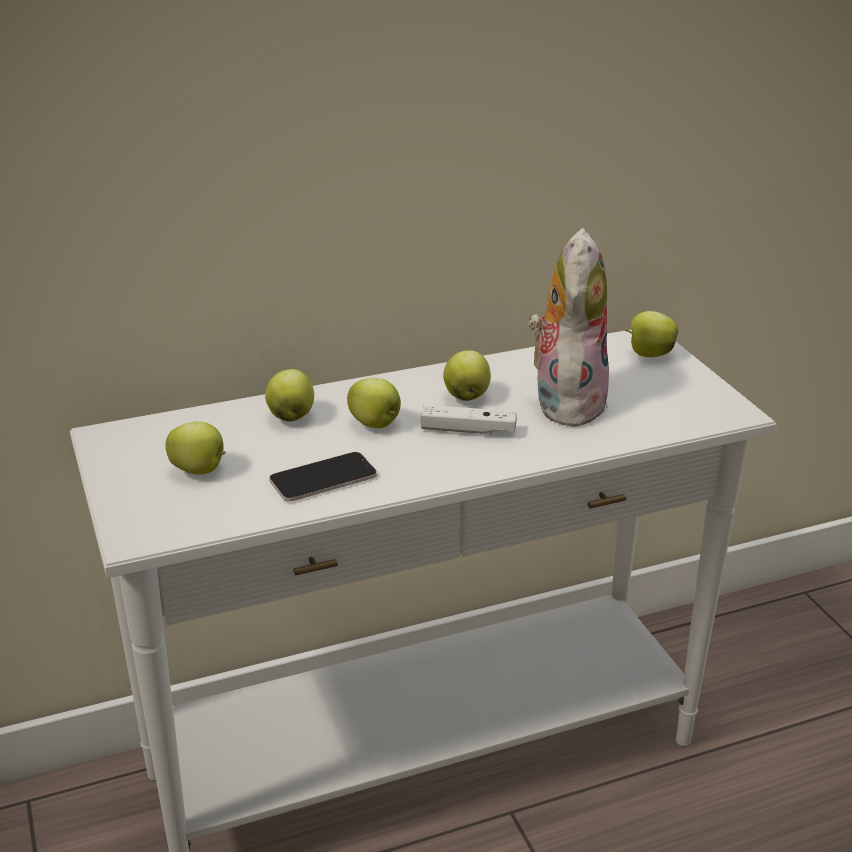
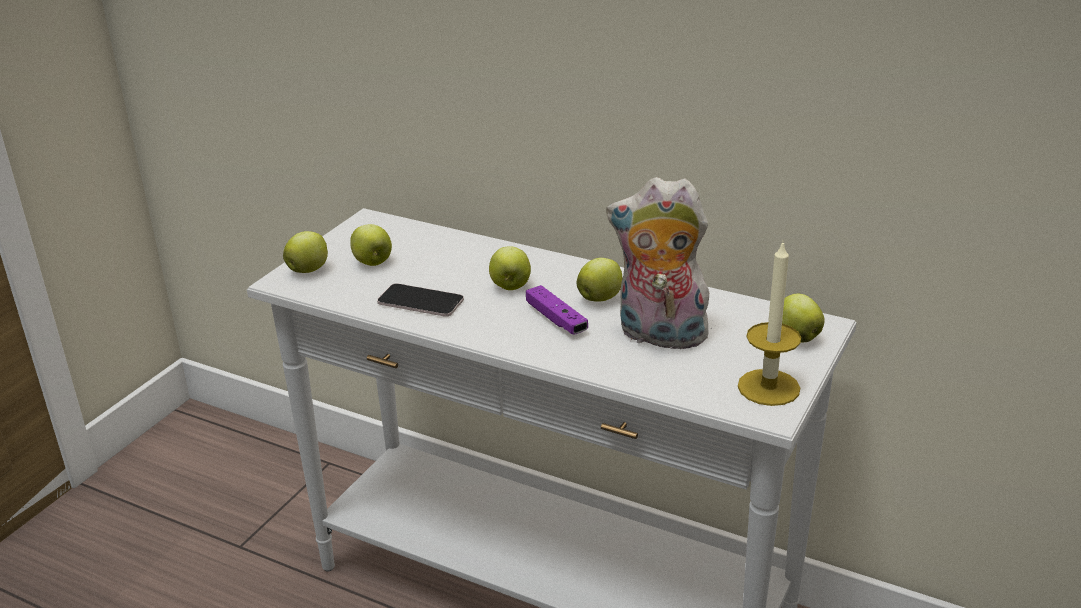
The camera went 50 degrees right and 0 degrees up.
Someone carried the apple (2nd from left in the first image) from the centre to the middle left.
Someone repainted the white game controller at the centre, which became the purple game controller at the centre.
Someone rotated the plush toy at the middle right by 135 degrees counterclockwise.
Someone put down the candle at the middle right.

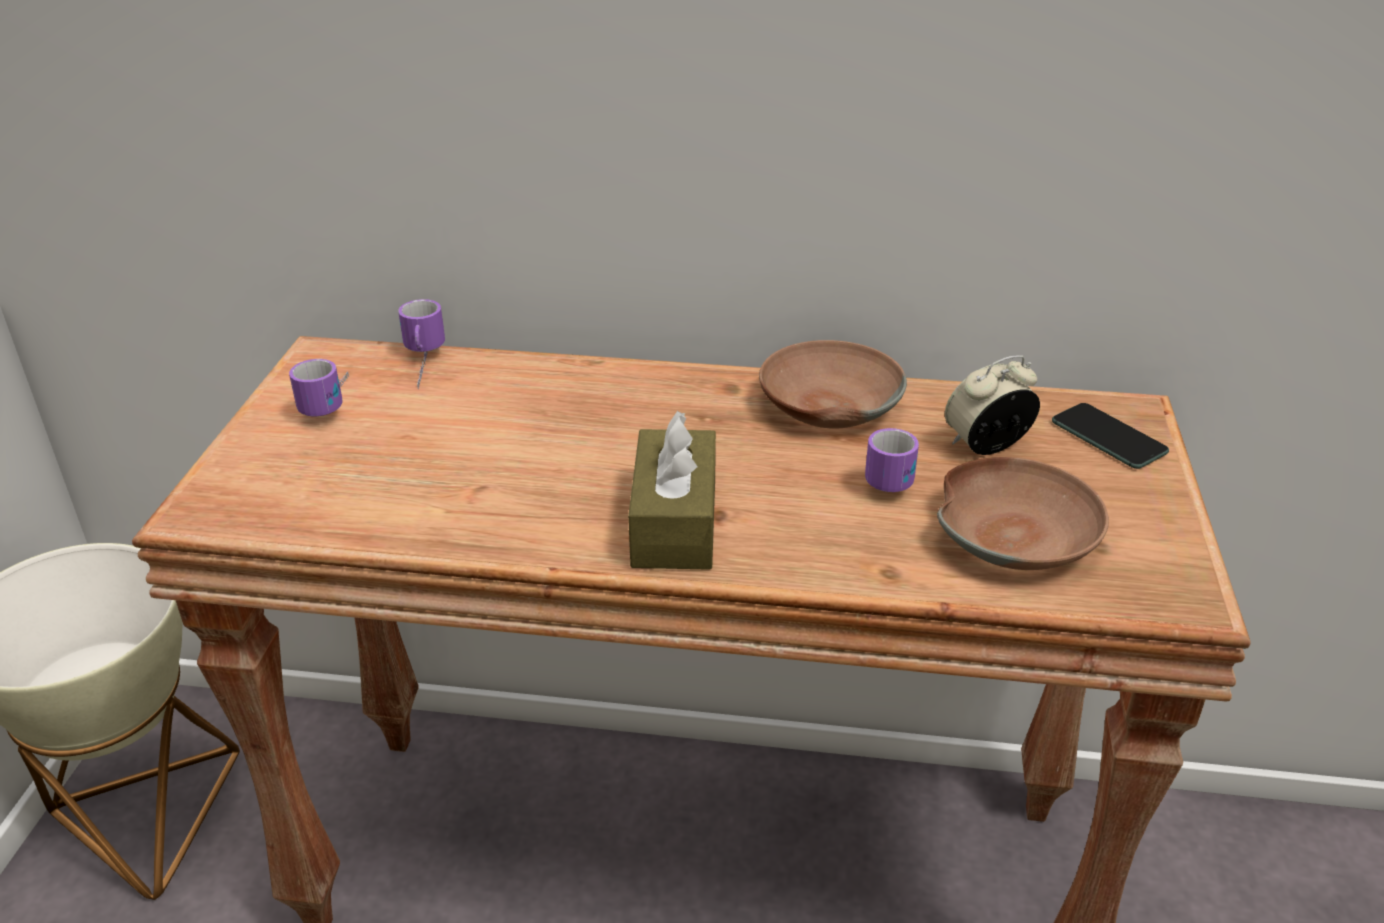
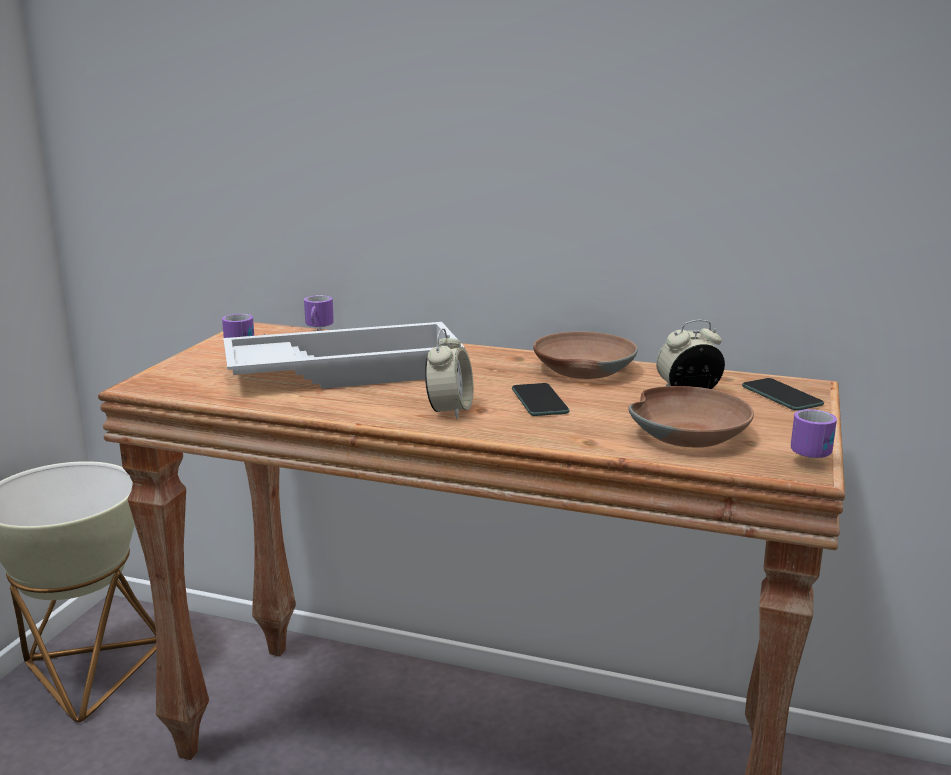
The camera went 10 degrees right and 15 degrees down.
Someone swapped the brown tissue box at the centre for the alarm clock (1st from left) at the centre.
Someone carried the mug (3rd from left) from the centre to the middle right.
Someone put down the white tray at the centre.
Someone put down the phone (1st from left) at the centre.

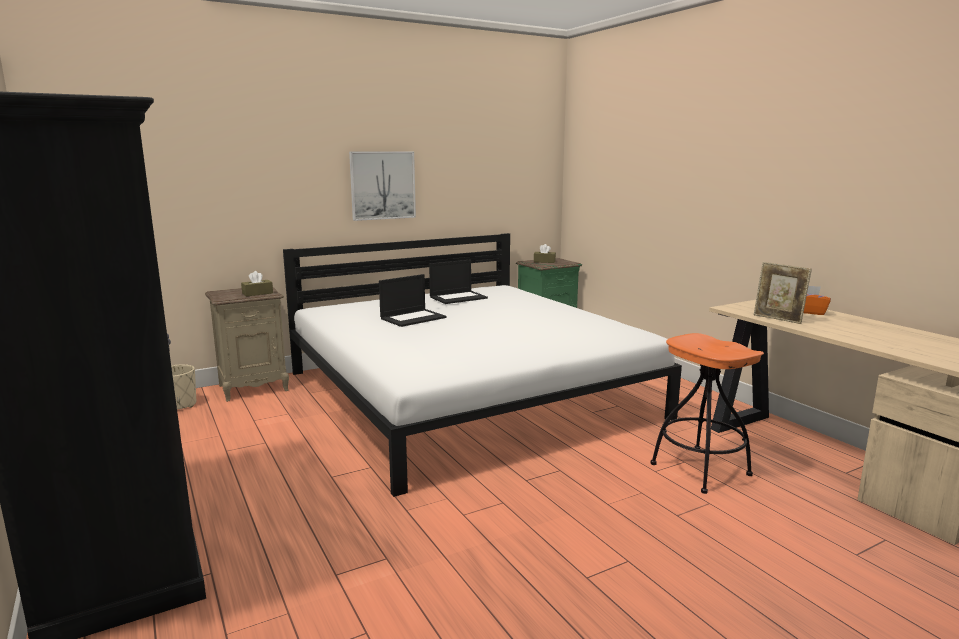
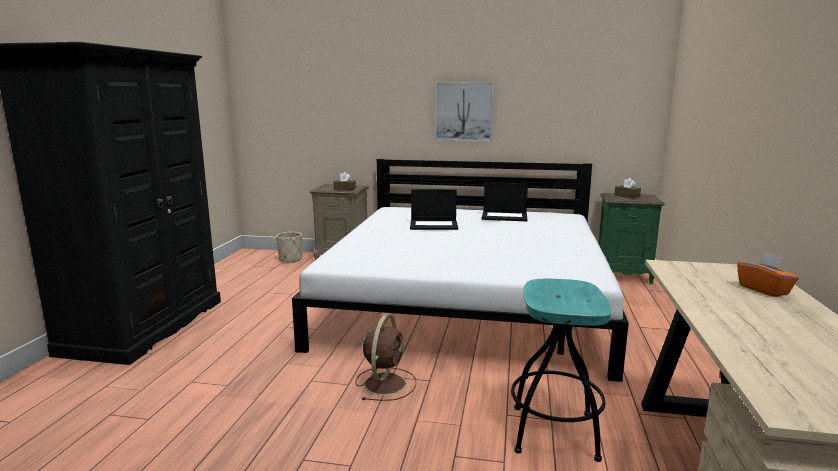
The camera went 40 degrees right and 0 degrees up.
Someone repainted the orange stool at the middle right, which became the turquoise stool at the bottom right.
Someone took away the picture frame at the middle right.
Someone put down the brown fan at the bottom centre.

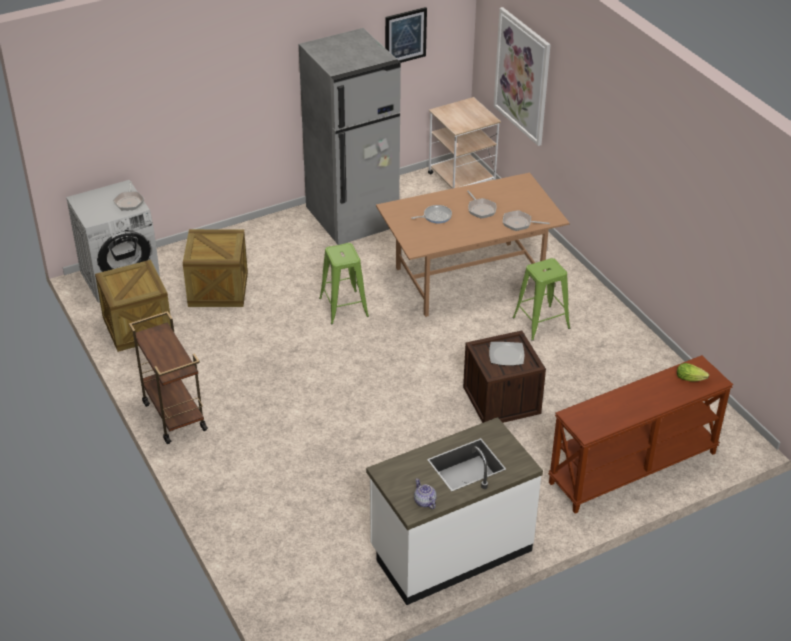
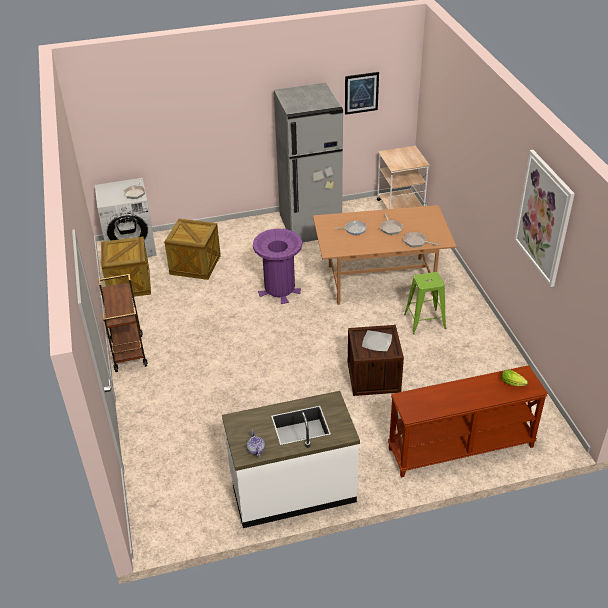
The camera went 15 degrees right and 0 degrees up.
Someone swapped the green stool (1st from left) at the centre for the purple trash can at the centre.
Someone carried the picture (2nd from left) from the top centre to the middle right.

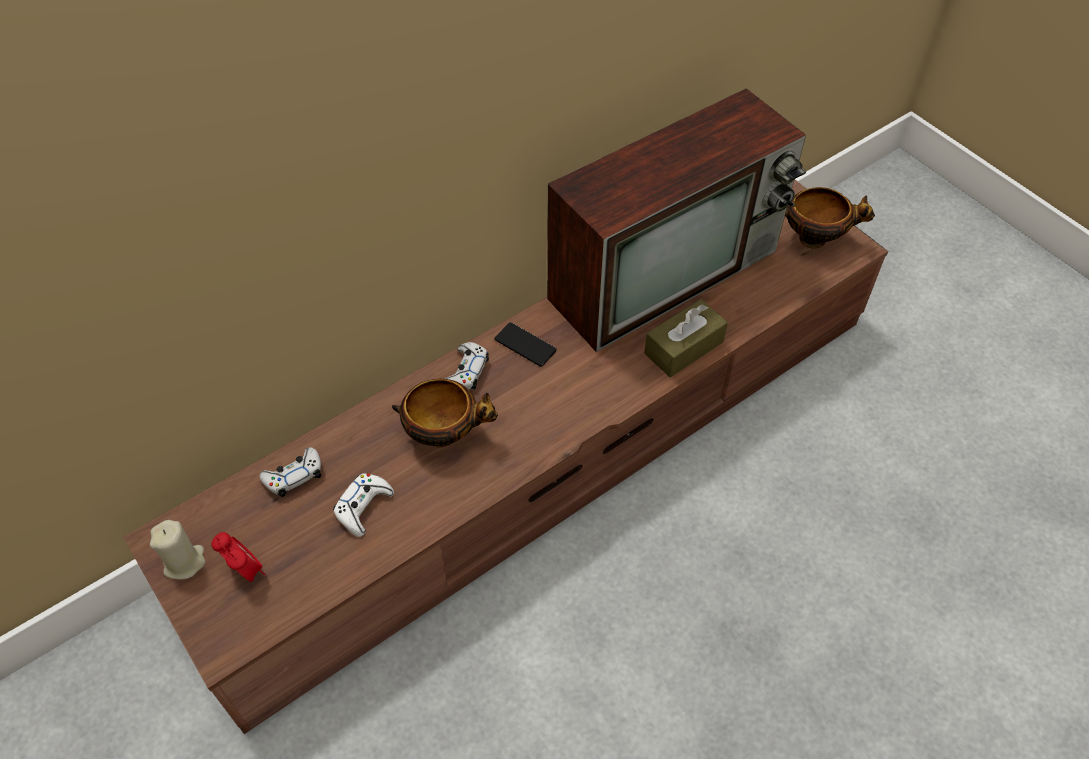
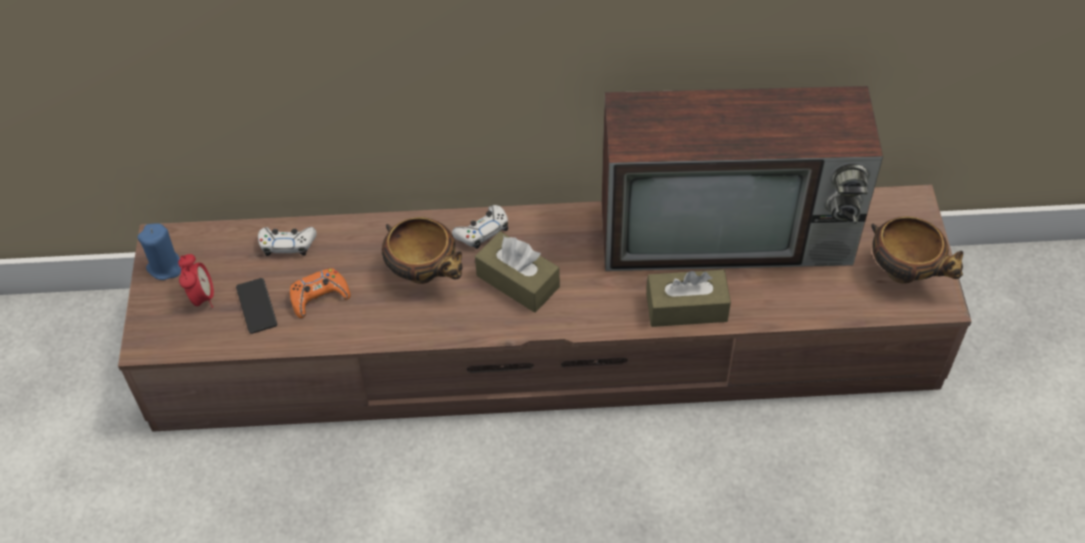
The camera went 35 degrees right and 0 degrees up.
Someone repainted the beige candle at the bottom left, which became the blue candle at the middle left.
Someone repainted the white game controller (2nd from left) at the centre, which became the orange game controller at the middle left.
Someone carried the phone from the centre to the middle left.
Someone put down the brown tissue box (1st from left) at the centre.

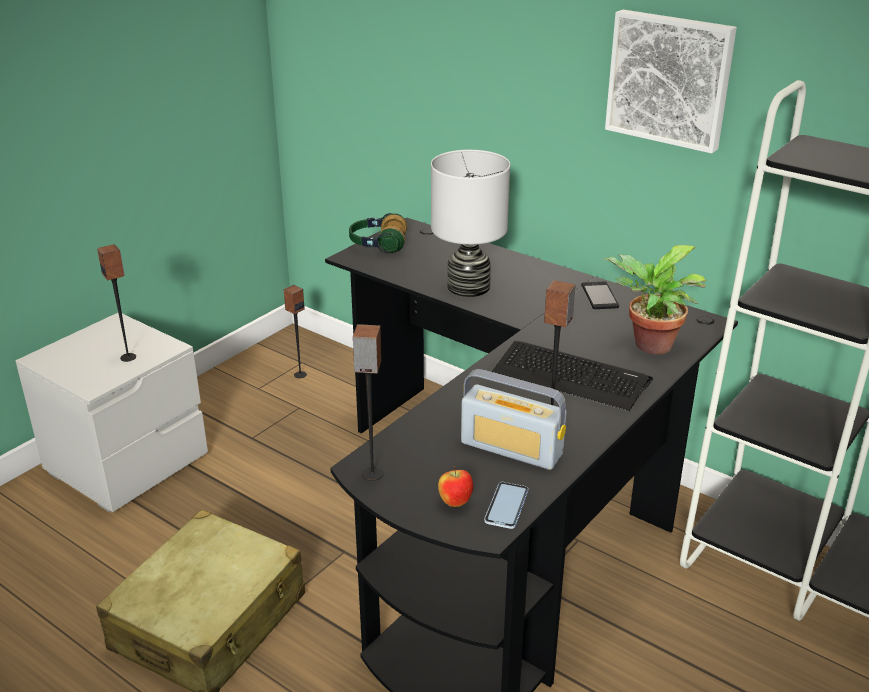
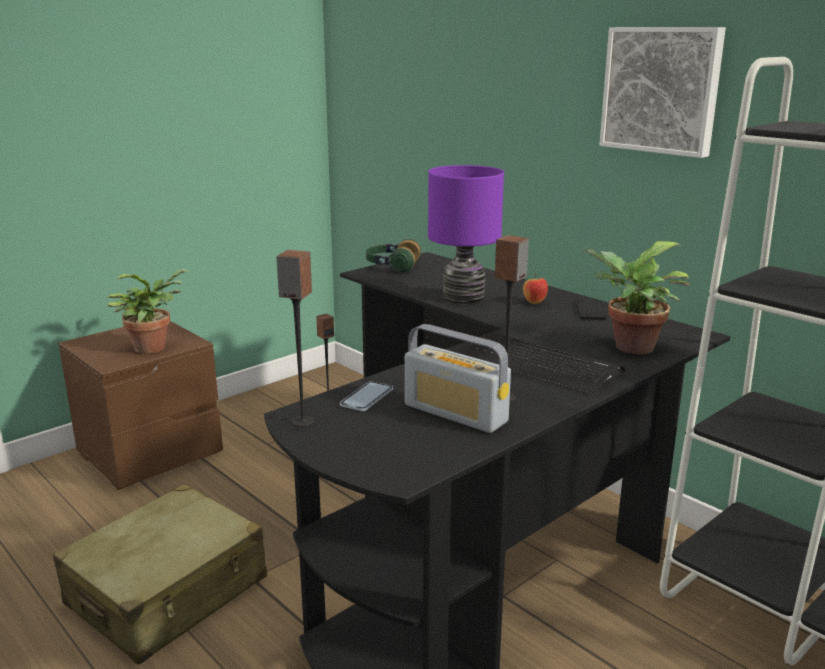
The camera went 10 degrees right and 10 degrees down.
Someone repainted the white nightstand at the middle left, which became the brown nightstand at the middle left.
Someone swapped the speaker (1st from left) at the middle left for the potted plant (1st from left) at the middle left.
Someone repainted the grey table lamp at the top centre, which became the purple table lamp at the centre.
Someone carried the apple from the bottom centre to the centre.
Someone carried the phone (1st from left) from the bottom centre to the centre.

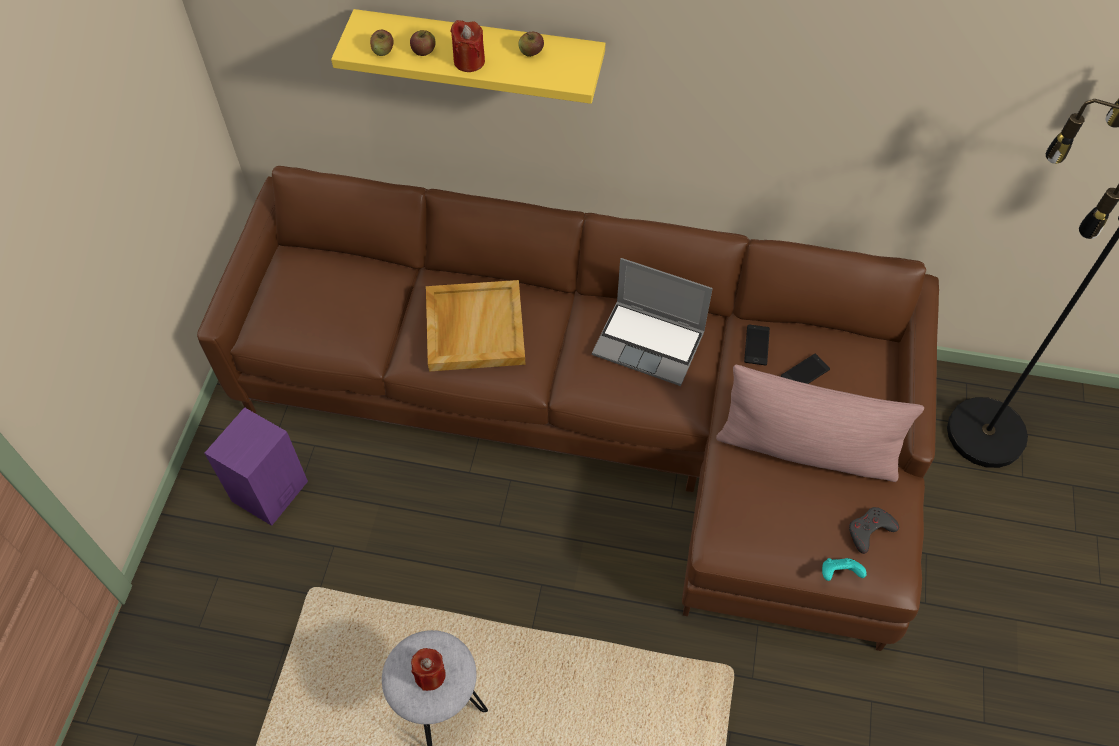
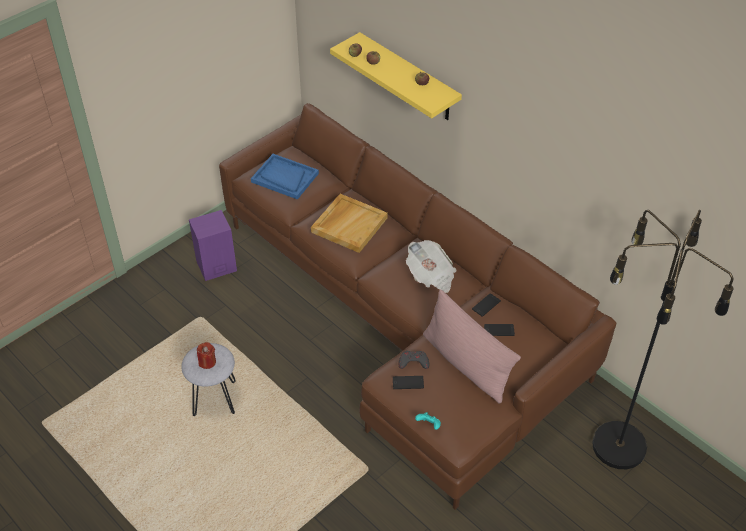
The camera went 35 degrees right and 10 degrees down.
Someone took away the red candle (2nd from left) at the top centre.
Someone swapped the laptop at the centre for the newspaper at the centre.
Someone carried the grey game controller from the bottom right to the bottom centre.
Someone put down the blue tray at the centre.
Someone put down the phone (1st from left) at the bottom centre.

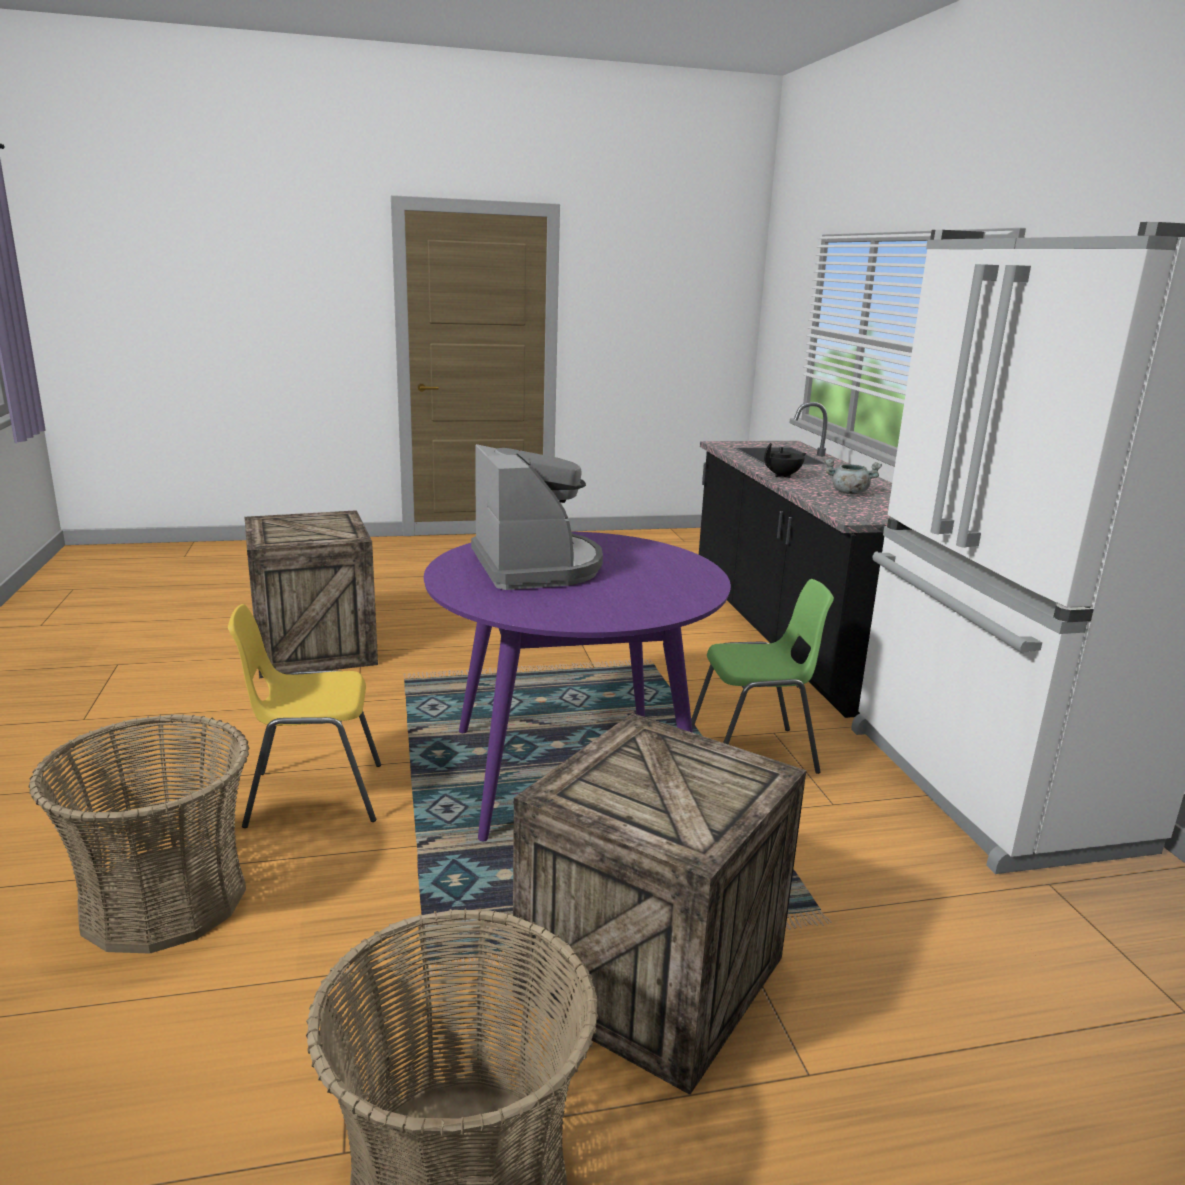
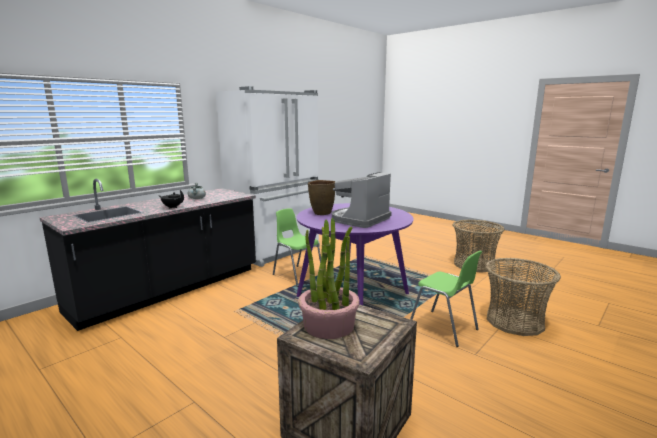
The camera went 125 degrees left and 5 degrees down.
Someone repainted the yellow chair at the middle left, which became the green chair (2nd from left) at the bottom right.
Someone took away the crate (2nd from left) at the bottom centre.
Someone put down the potted plant at the centre.
Someone put down the brown vase at the centre.

